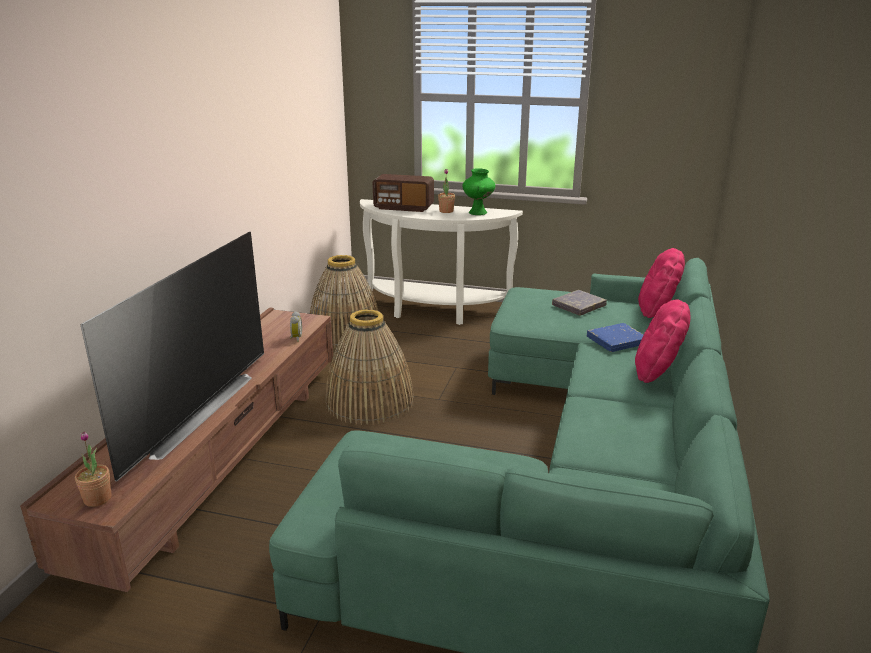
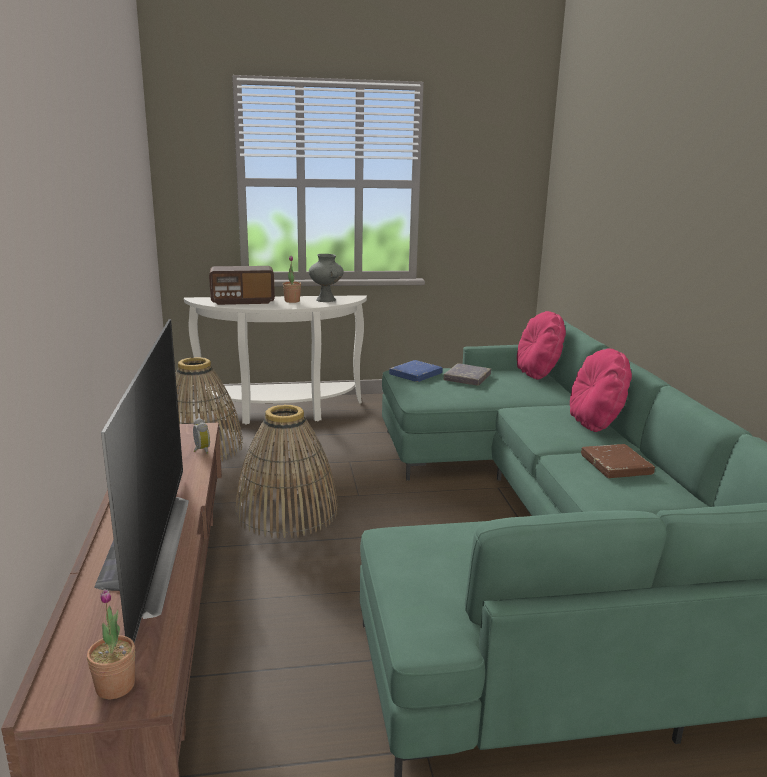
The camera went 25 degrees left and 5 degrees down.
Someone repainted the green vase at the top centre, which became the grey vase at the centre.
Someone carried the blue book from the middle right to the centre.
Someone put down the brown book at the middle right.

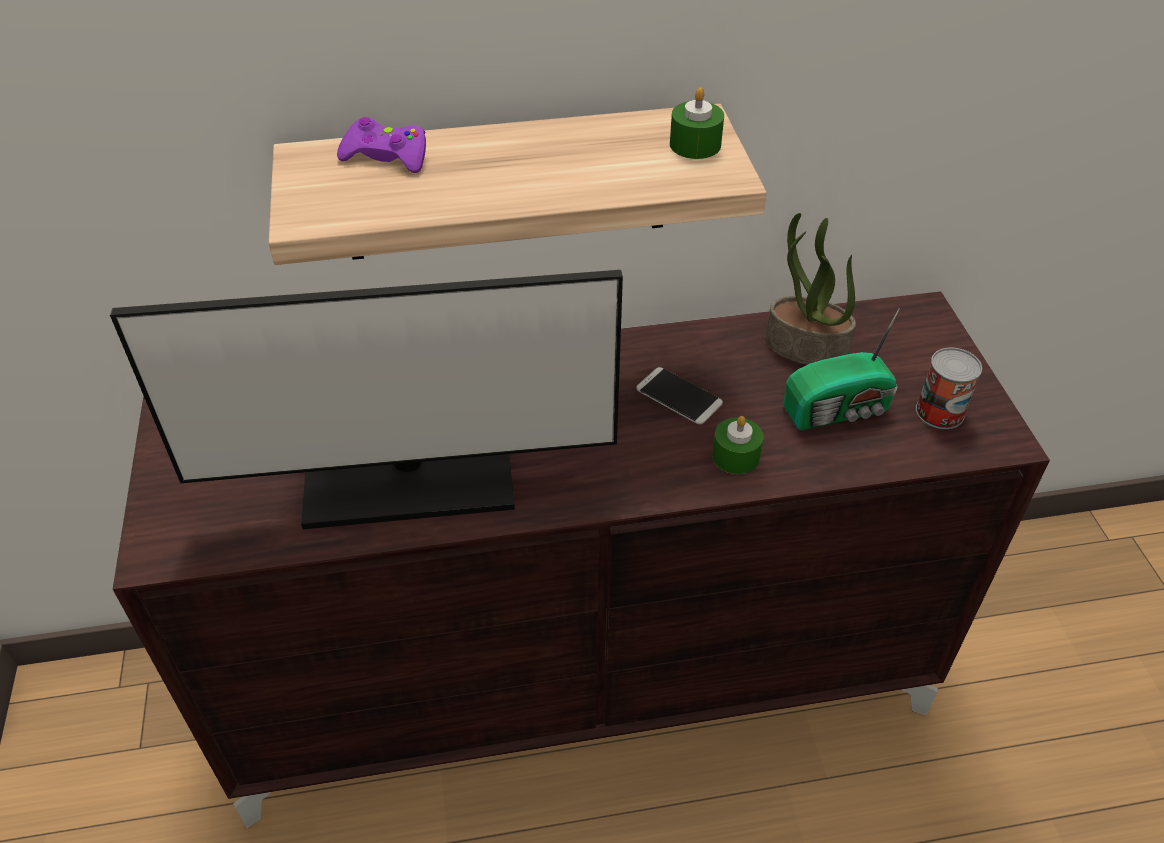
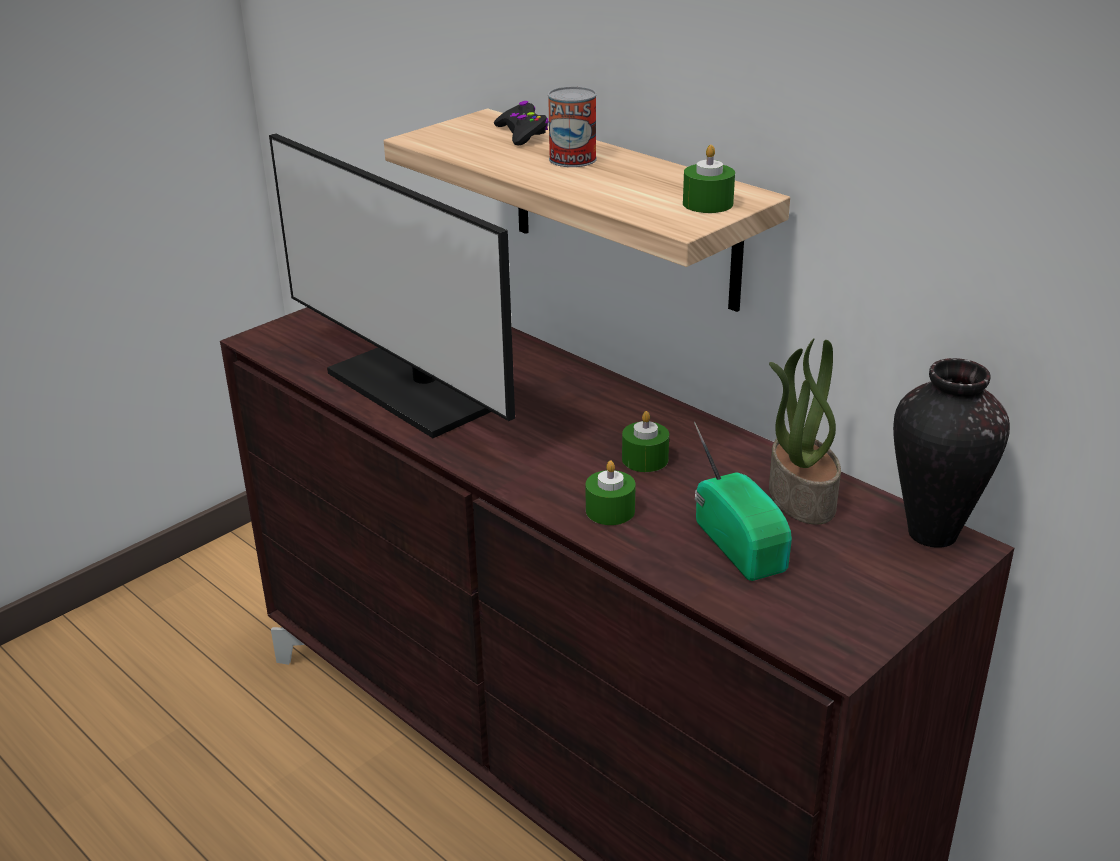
The camera went 55 degrees right and 15 degrees down.
Someone repainted the purple game controller at the top left, which became the black game controller at the top centre.
Someone swapped the phone at the centre for the green candle (2nd from left) at the centre.
Someone rotated the radio at the middle right by 150 degrees counterclockwise.
Someone carried the can from the middle right to the top centre.
Someone put down the vase at the middle right.

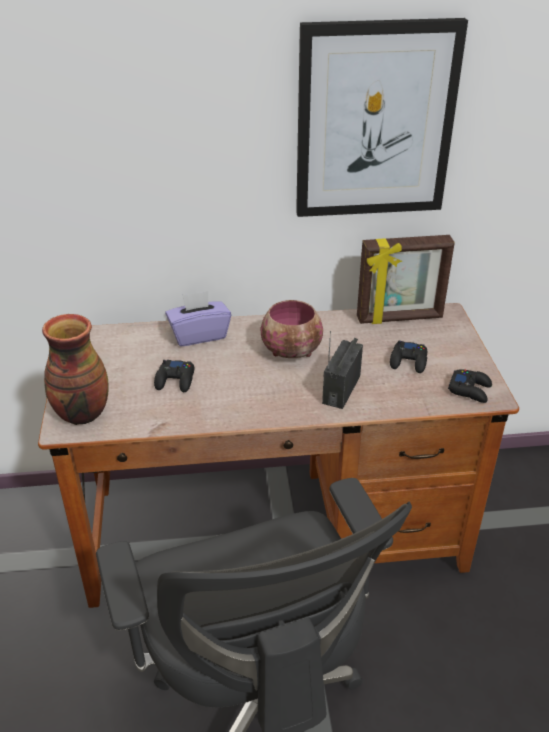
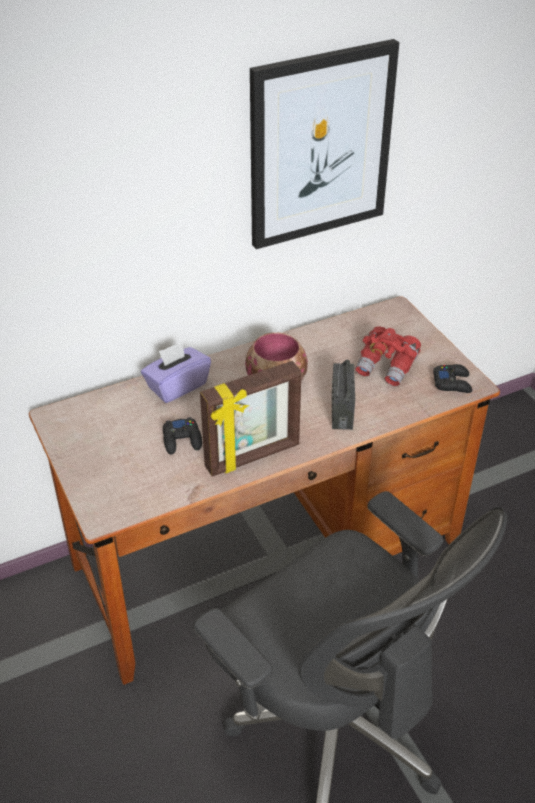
The camera went 20 degrees left and 5 degrees up.
Someone took away the vase at the middle left.
Someone carried the picture frame from the middle right to the centre.
Someone swapped the black game controller (2nd from left) at the middle right for the red binoculars at the middle right.

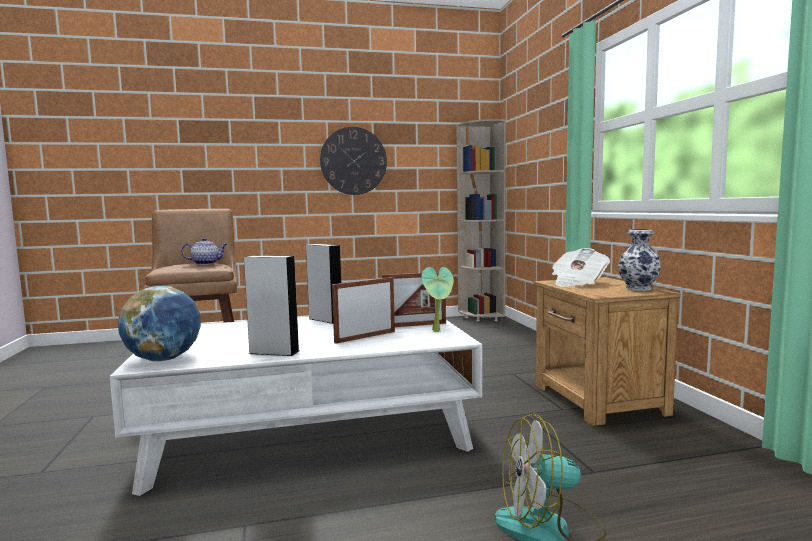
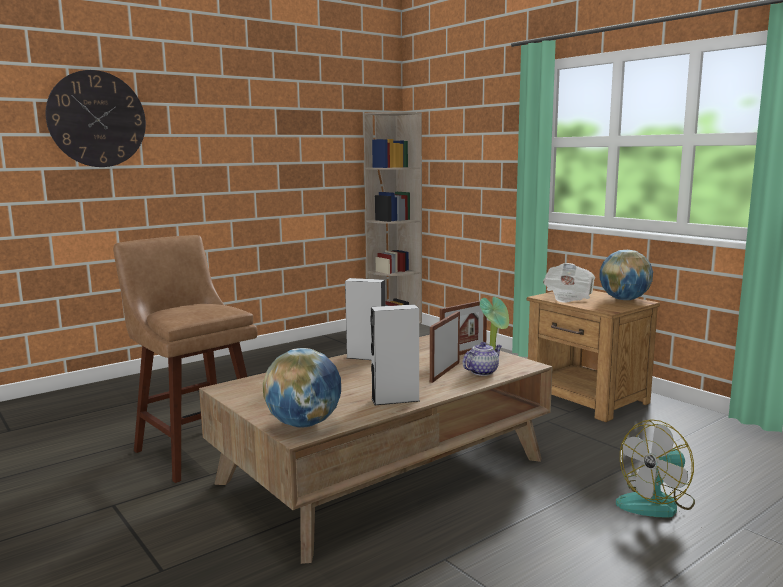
The camera went 25 degrees left and 5 degrees up.
Someone repainted the white coffee table at the bottom centre, which became the brown coffee table at the bottom centre.
Someone carried the teapot from the middle left to the centre.
Someone carried the wall clock from the top centre to the top left.
Someone swapped the vase at the middle right for the globe (2nd from left) at the middle right.

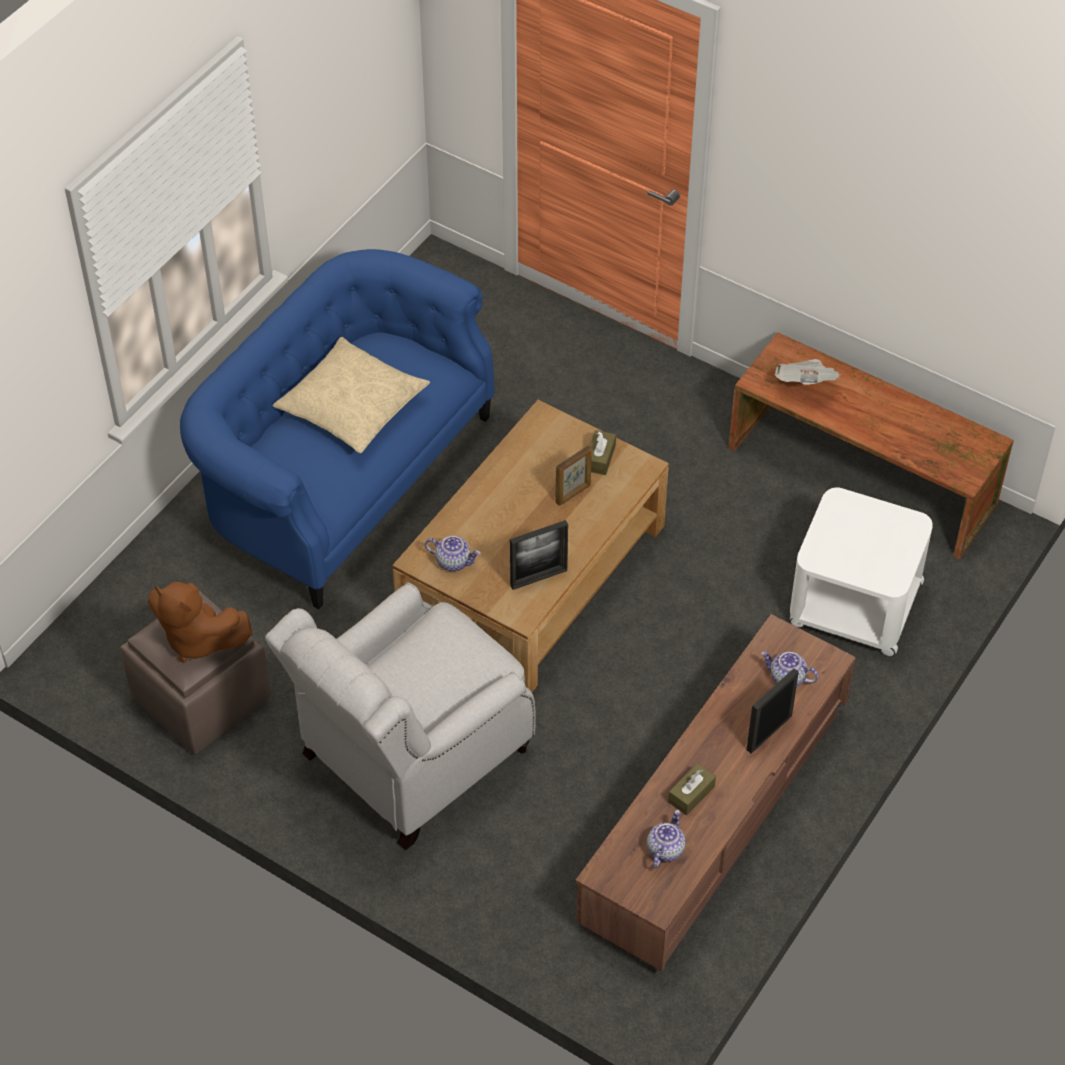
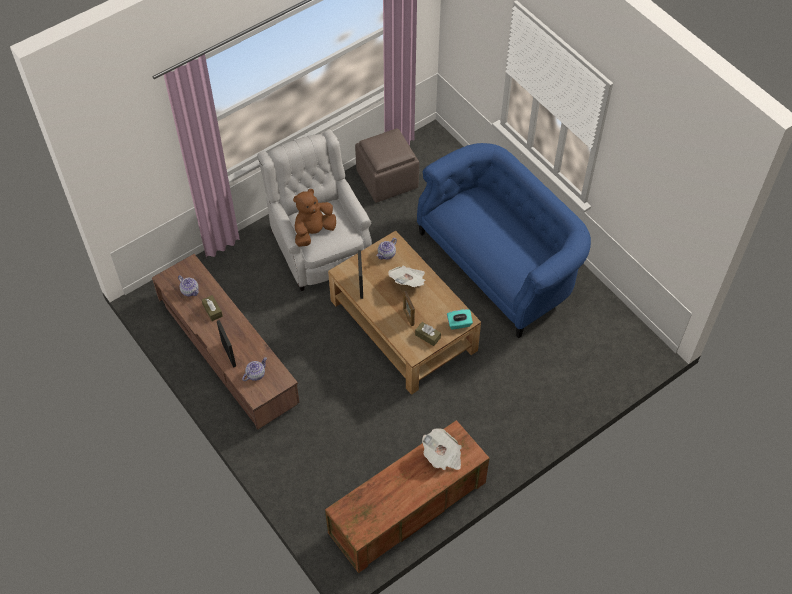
The camera went 110 degrees right and 5 degrees up.
Someone carried the brown plush toy from the middle left to the centre.
Someone took away the beige pillow at the middle left.
Someone took away the white side table at the middle right.
Someone put down the newspaper (1st from left) at the centre.
Someone put down the turquoise tissue box at the centre.

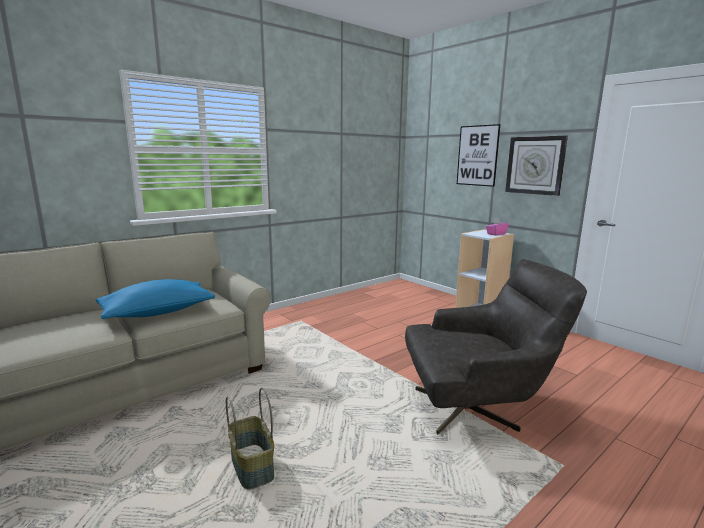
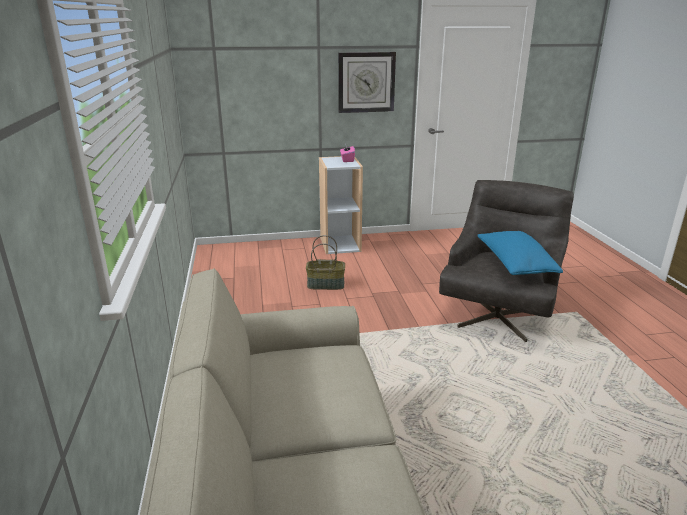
The camera went 60 degrees left and 10 degrees up.
Someone carried the blue pillow from the middle left to the middle right.
Someone carried the basket from the bottom centre to the centre.
Someone took away the picture at the top right.

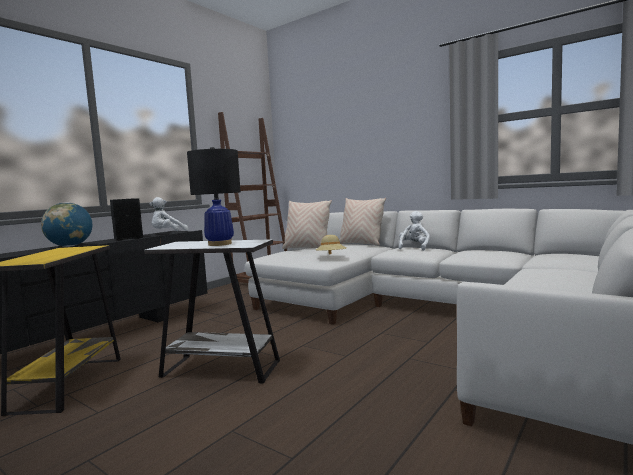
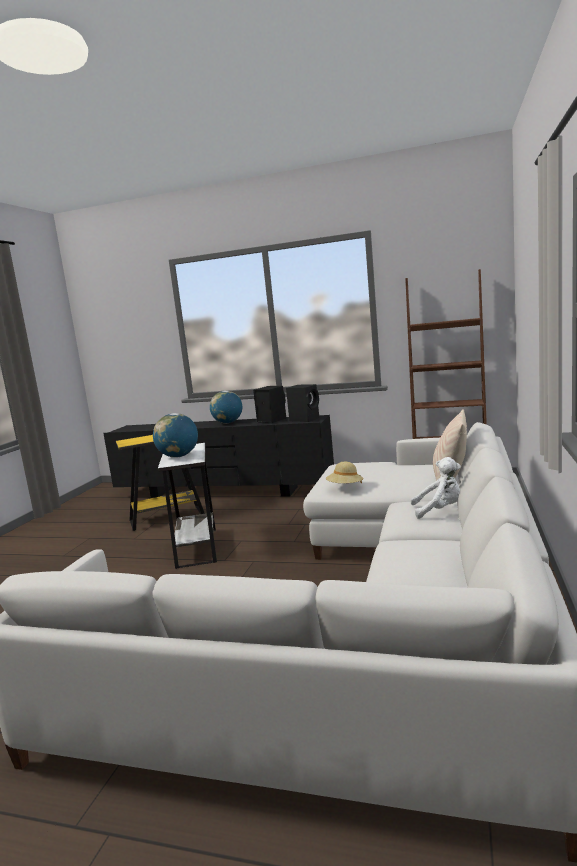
The camera went 70 degrees right and 5 degrees up.
Someone swapped the white plush toy (1st from left) at the middle left for the black speaker (2nd from left) at the centre.
Someone swapped the black table lamp at the centre for the globe (1st from left) at the middle left.
Someone took away the beige pillow (1st from left) at the centre.

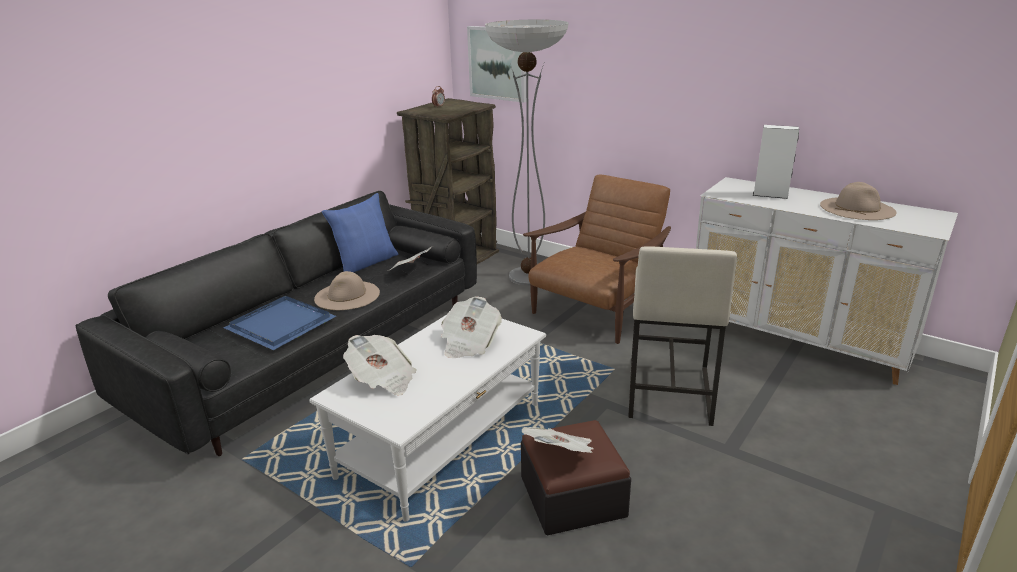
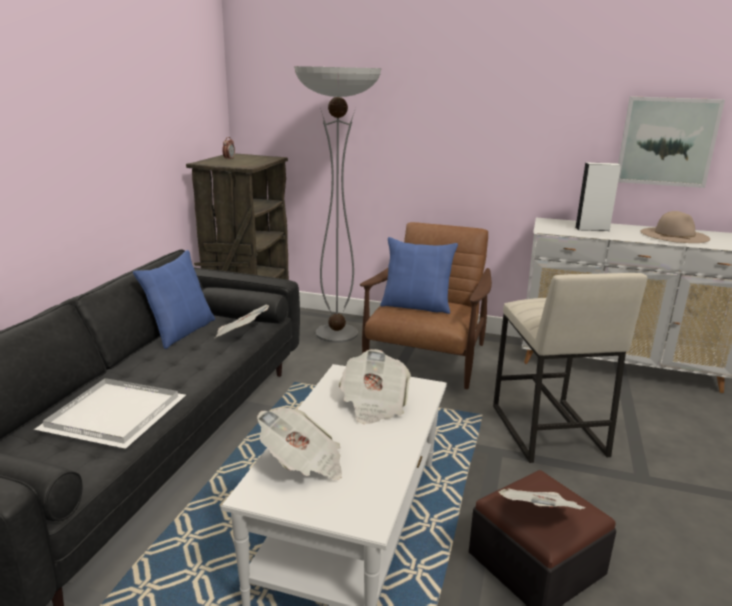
The camera went 20 degrees left and 5 degrees down.
Someone repainted the blue tray at the middle left, which became the white tray at the bottom left.
Someone took away the beige hat (1st from left) at the centre.
Someone carried the picture from the top centre to the top right.
Someone put down the blue pillow (2nd from left) at the centre.

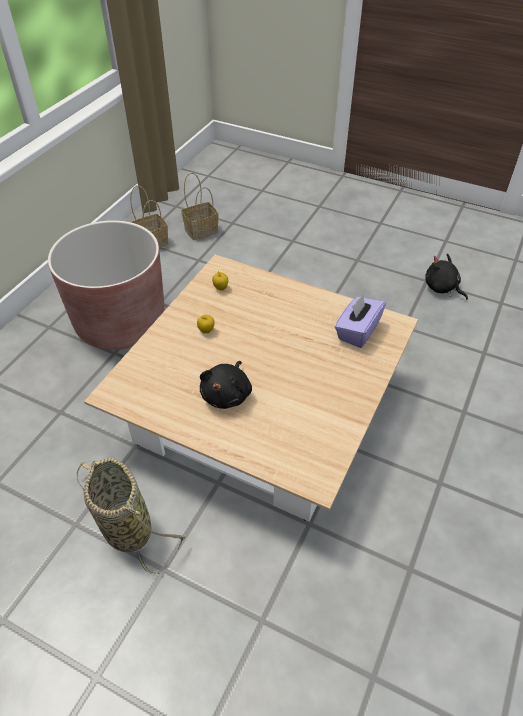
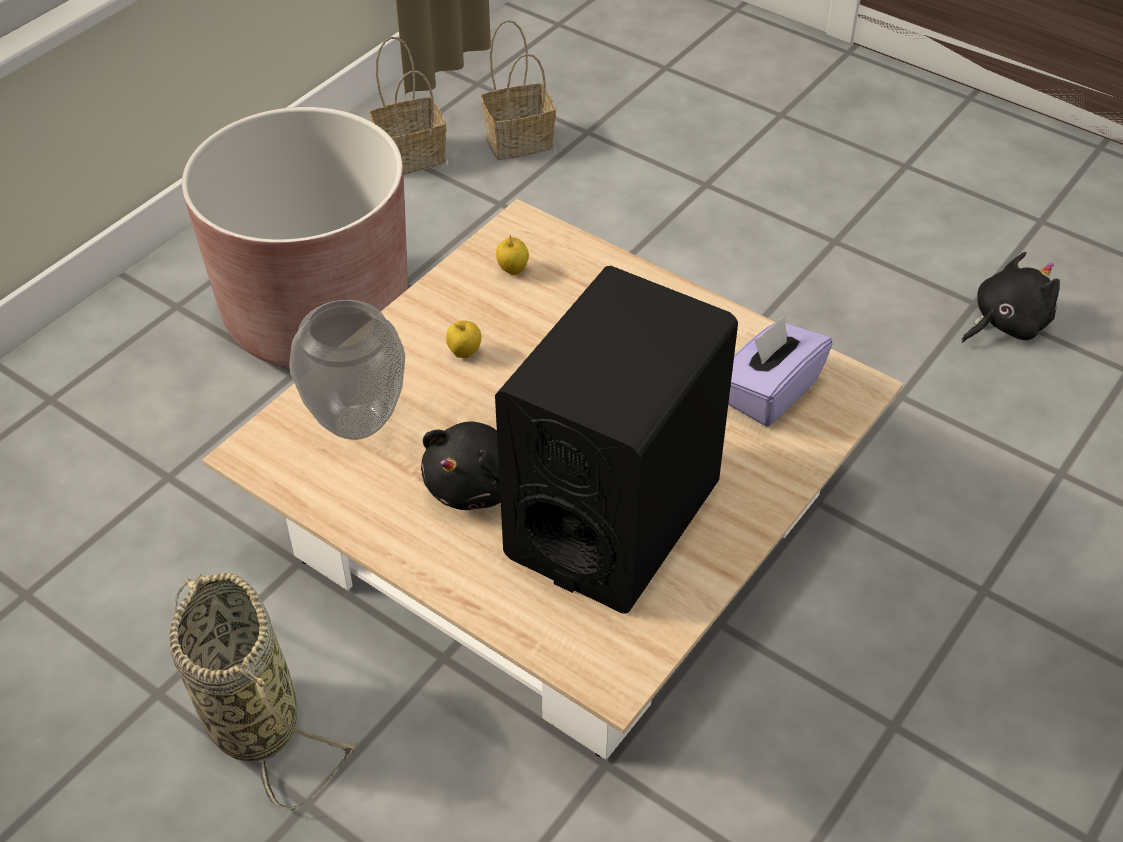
The camera went 10 degrees right and 0 degrees up.
Someone rotated the black plush toy (2nd from left) at the middle right by 90 degrees clockwise.
Someone put down the vase at the middle left.
Someone put down the black speaker at the centre.

